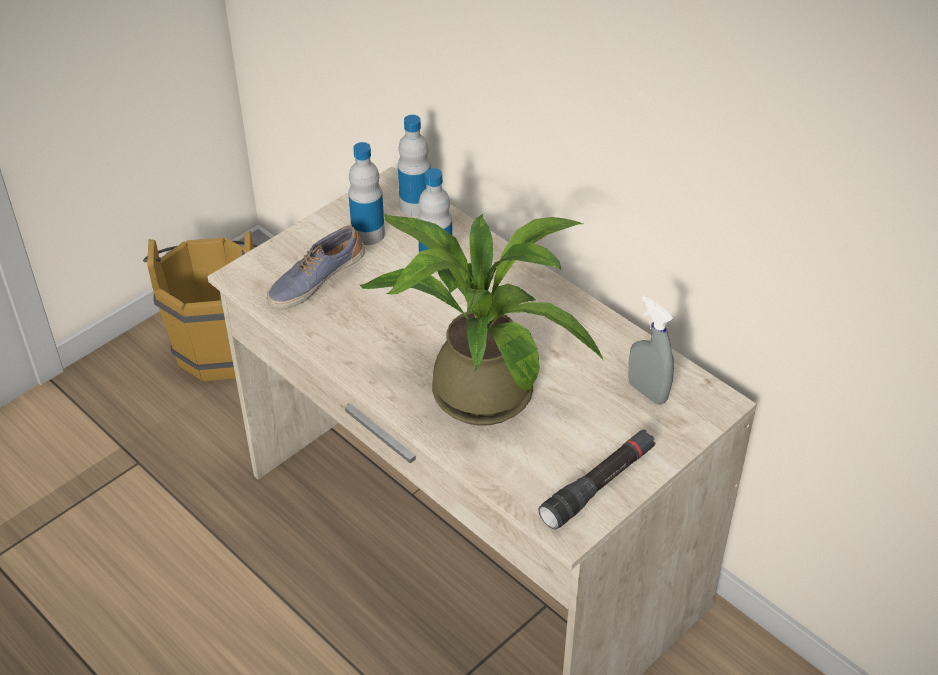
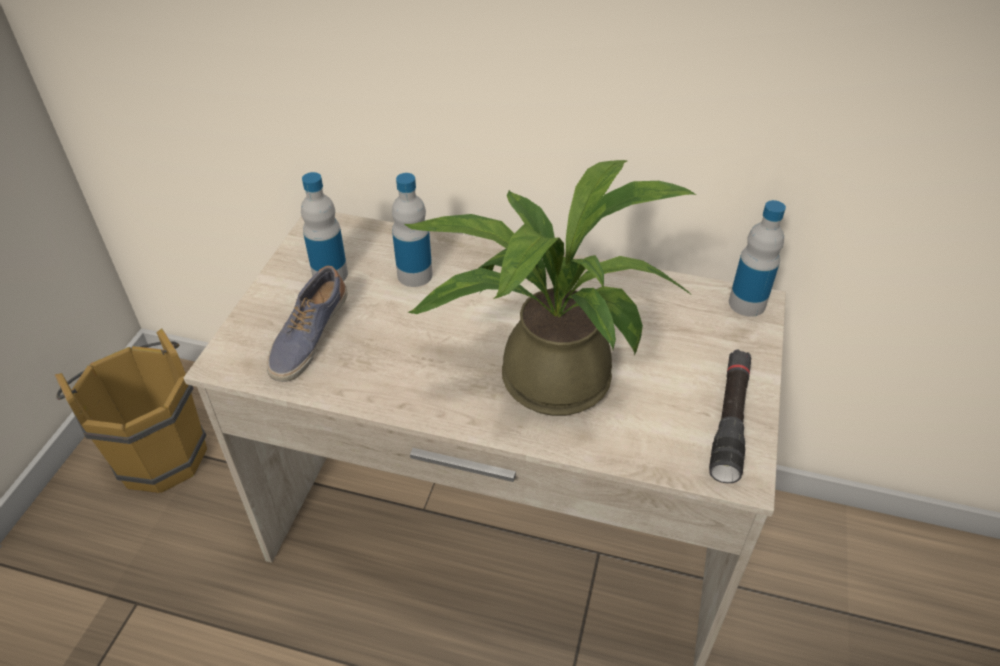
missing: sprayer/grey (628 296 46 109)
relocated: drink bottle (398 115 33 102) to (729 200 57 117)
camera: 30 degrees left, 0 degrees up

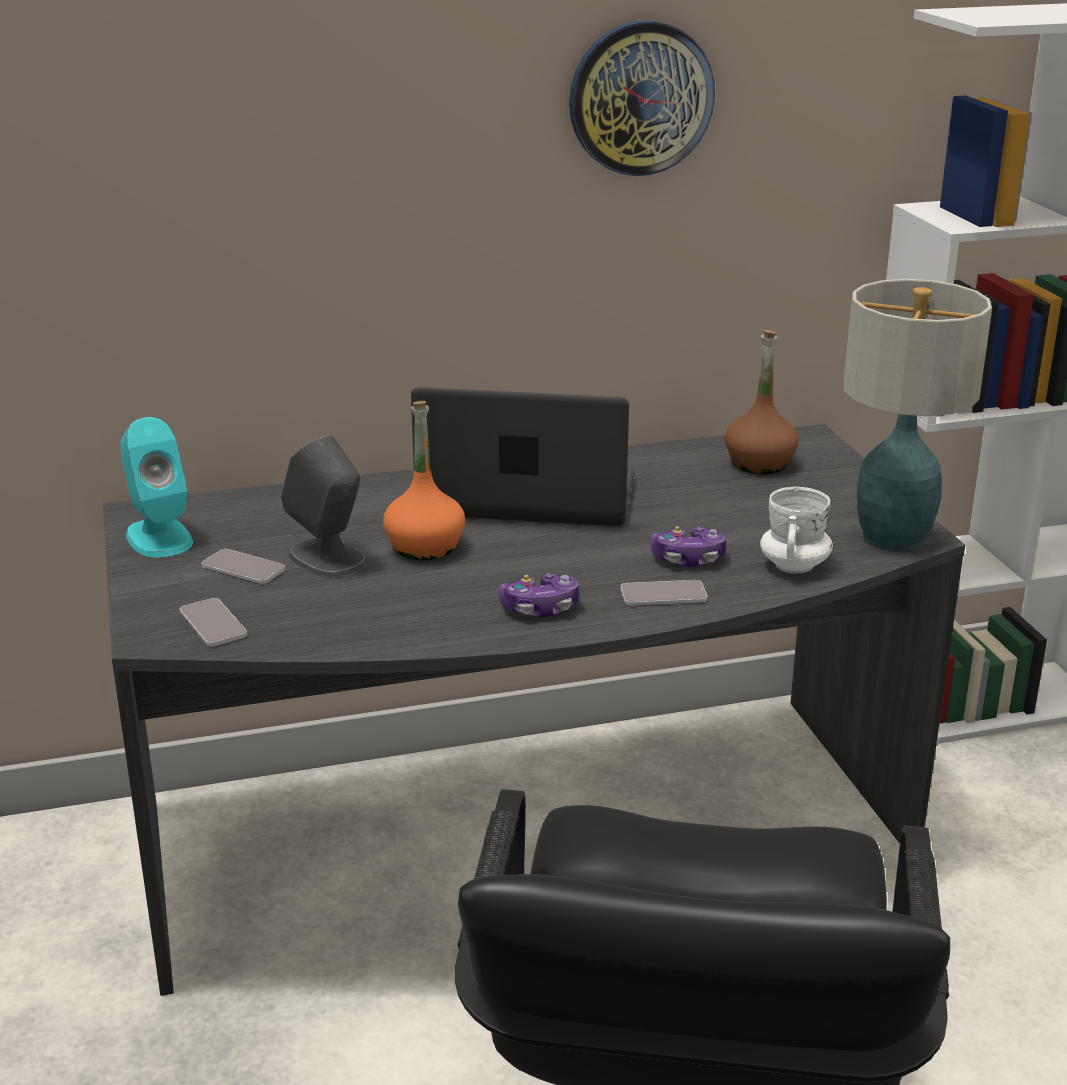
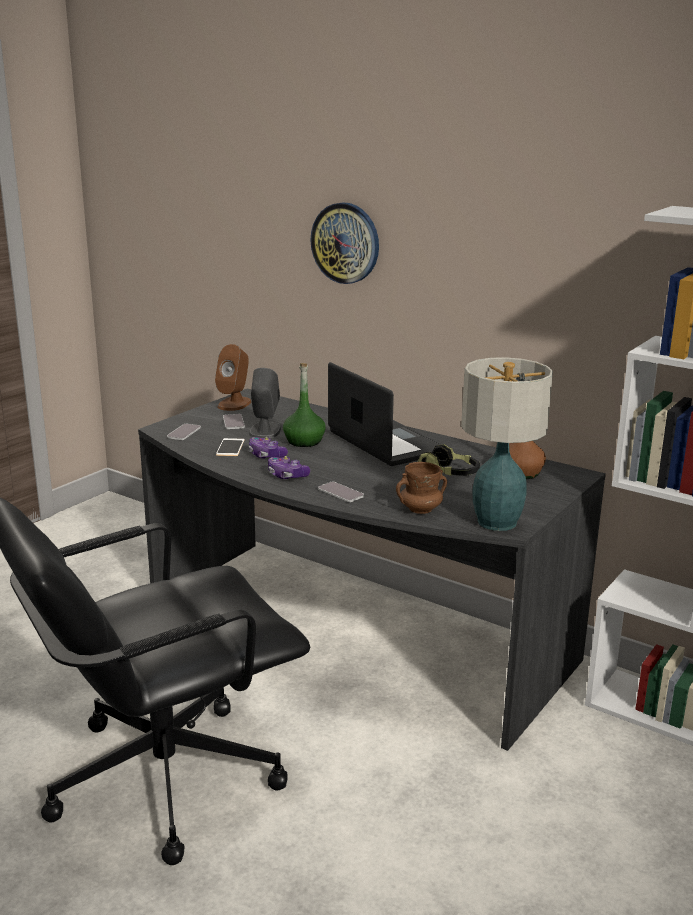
appeared: telephone (216 438 28 18); pair of headphones (417 444 63 32)
relocated: wall clock (569 20 146 156) to (311 202 68 82); game controller (650 526 76 41) to (249 437 39 21)
colour: drink bottle/orange (383 401 82 159) to drink bottle/green (283 363 43 84); loudspeaker/blue-green (121 417 72 141) to loudspeaker/brown-coloured (215 344 36 67); coffee mug/white-coloured (760 487 73 87) to coffee mug/brown-coloured (396 462 51 52)
camera: 50 degrees right, 5 degrees down

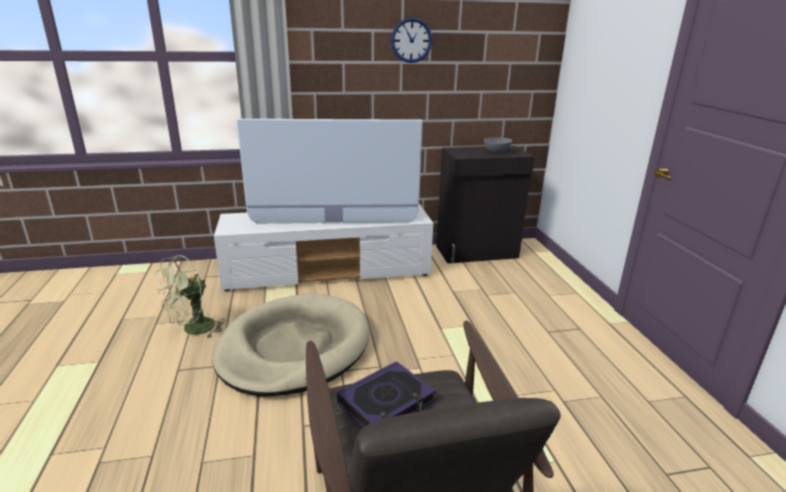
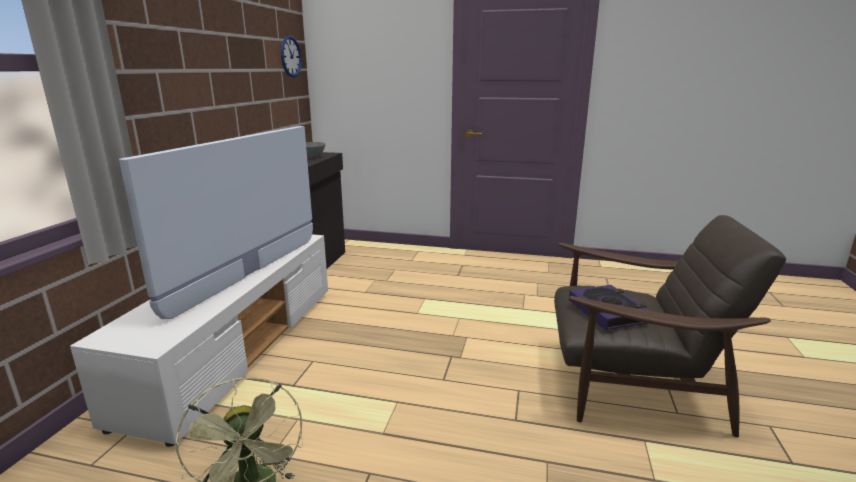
missing: dog cushion/beige (212 293 157 104)
relocated: wall clock (391 18 41 45) to (281 36 20 41)
camera: 65 degrees left, 5 degrees down

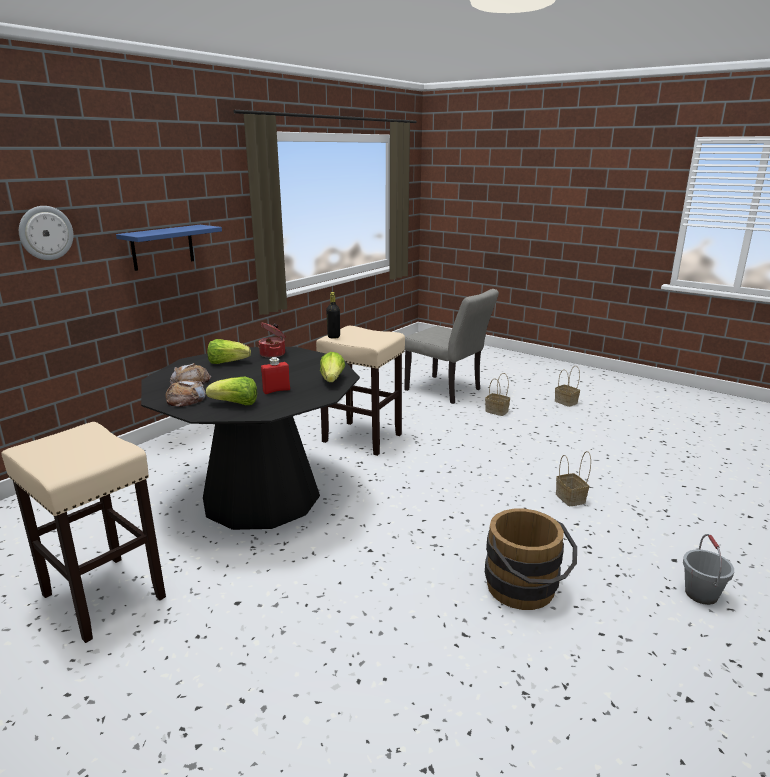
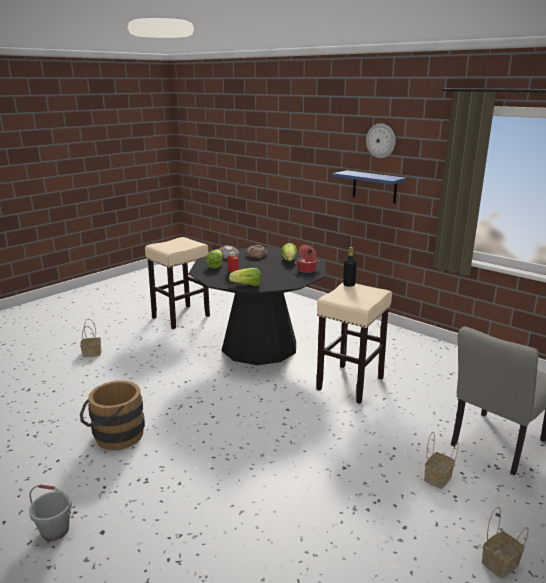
relocated: wall clock (19 206 55 54) to (366 123 30 35); household basket (556 451 35 55) to (80 319 21 38)
camera: 95 degrees right, 0 degrees up

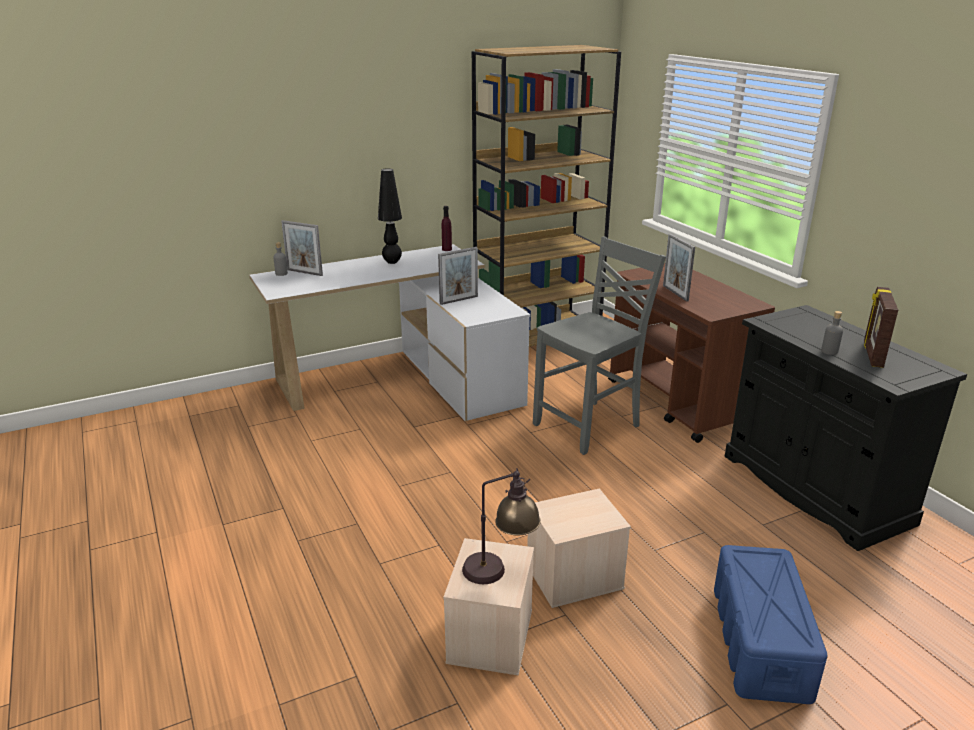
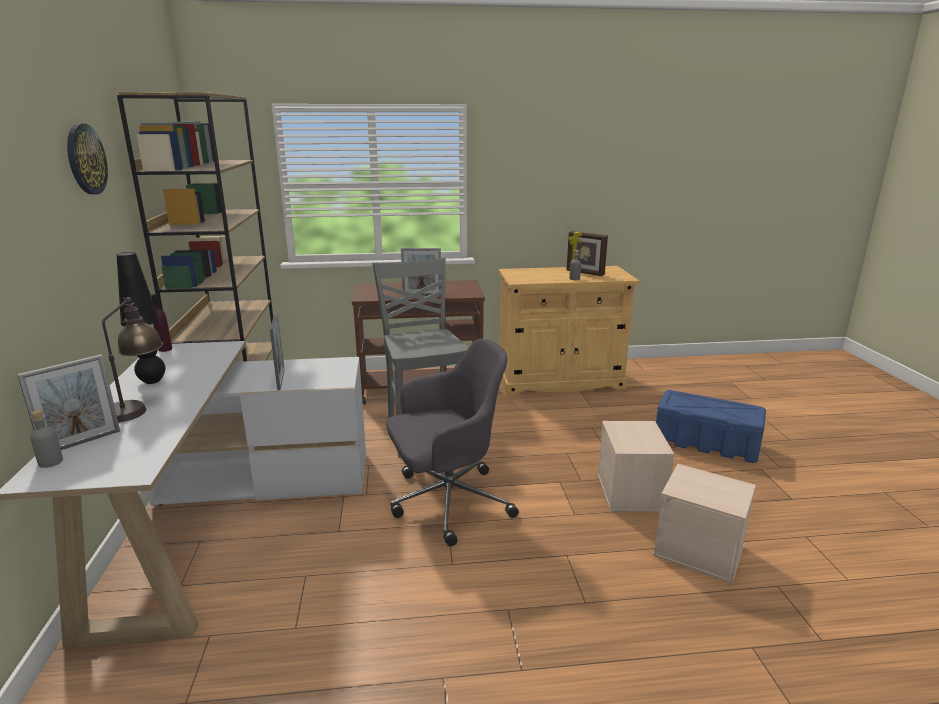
appeared: wall clock (67 124 41 71); desk chair/grey (387 338 132 208)
relocated: lamp for a table (462 468 79 116) to (102 297 61 126)
colour: storage cabinet/black-coloured (725 305 242 246) to storage cabinet/beige (498 266 142 129)
camera: 70 degrees left, 5 degrees down

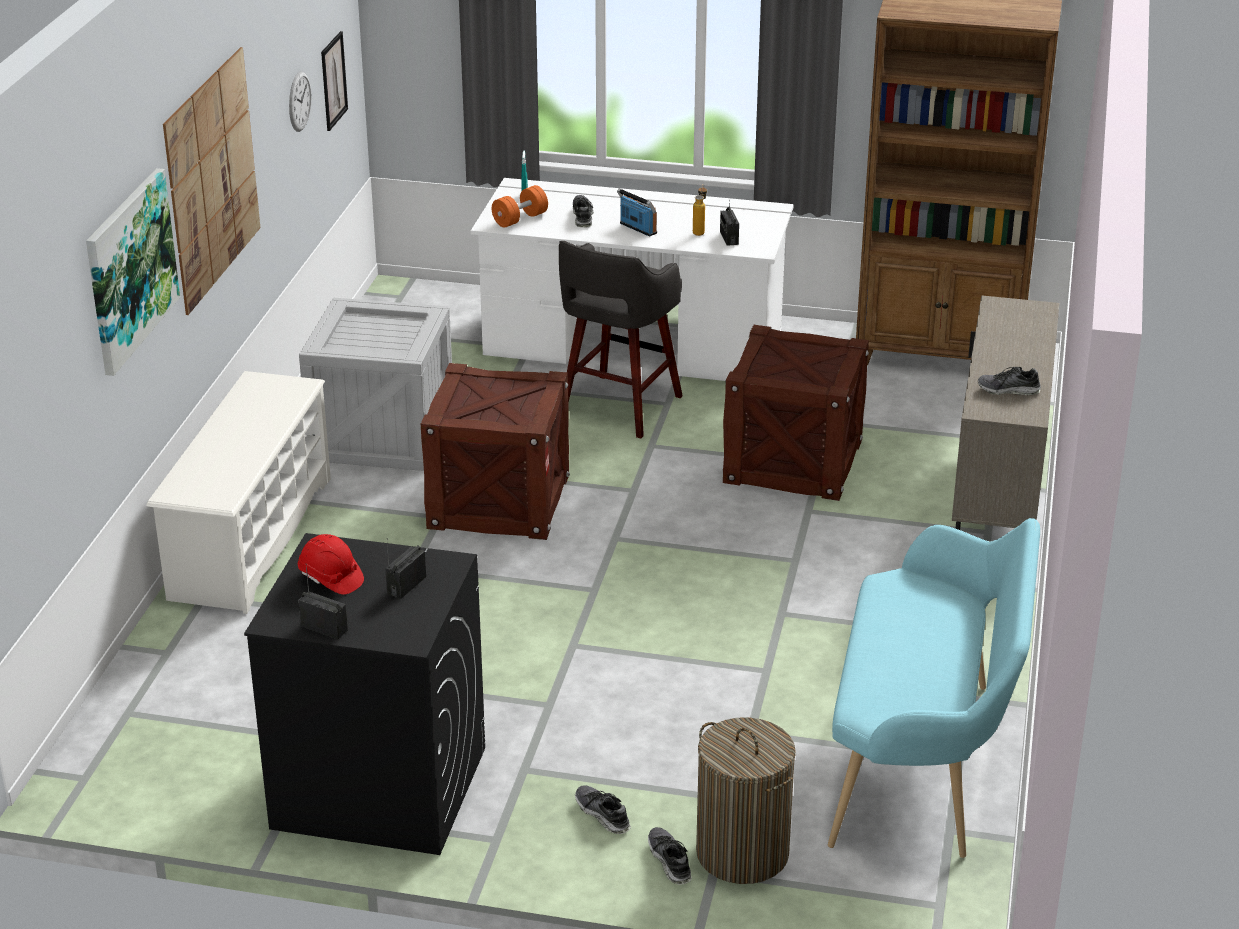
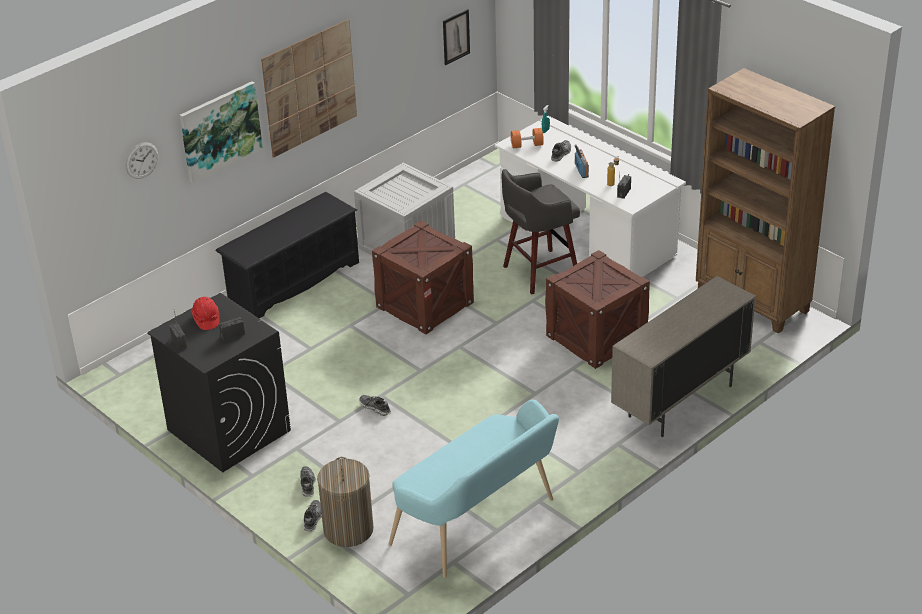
relocated: wall clock (289 71 23 61) to (126 142 32 37); item of footwear (978 367 63 28) to (359 395 32 21)
colour: shoe shelf/white-coloured (147 371 184 243) to shoe shelf/black-coloured (216 192 143 126)
camera: 35 degrees right, 5 degrees up

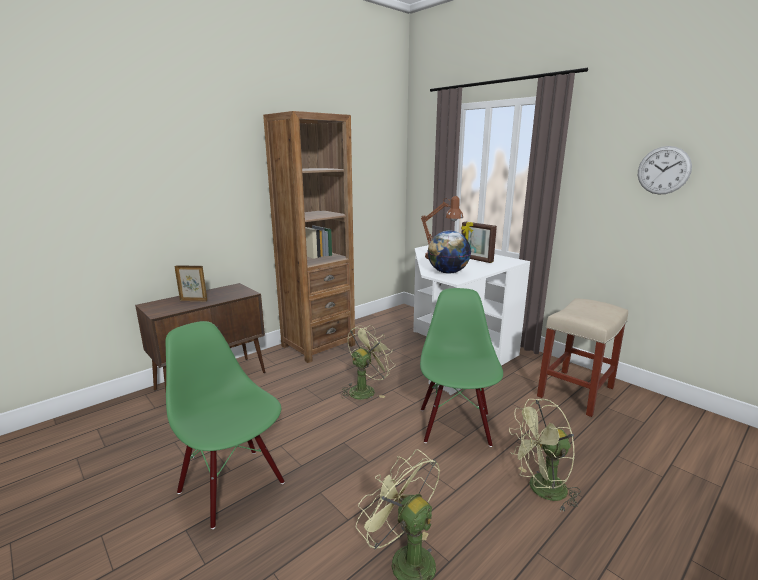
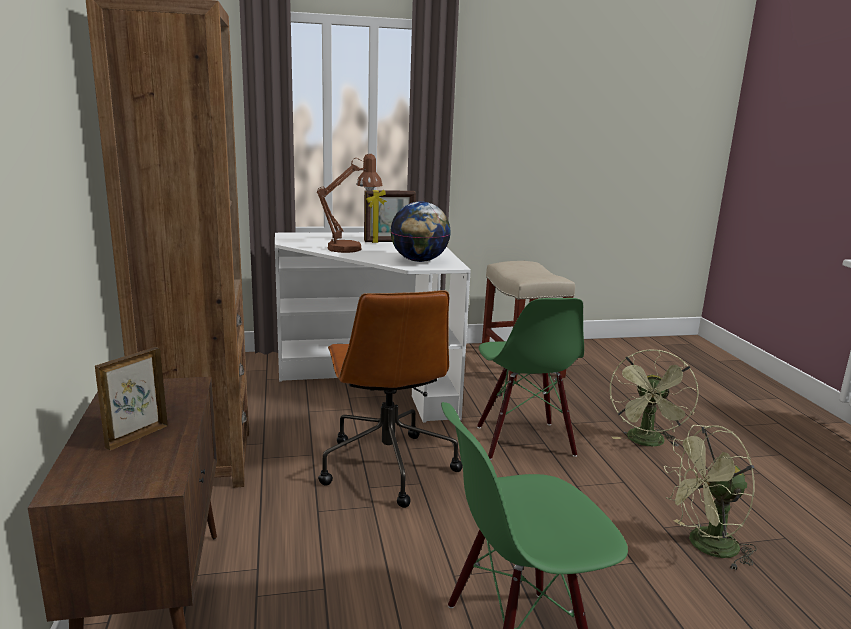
missing: wall clock (638 146 54 48)
exchanged: cooling fan/green (341 325 53 74) to desk chair/brown-coloured (318 290 145 218)
spun: upright chair/green (420 288 83 159) = (477 298 107 162) 135 degrees counterclockwise
camera: 60 degrees left, 0 degrees up

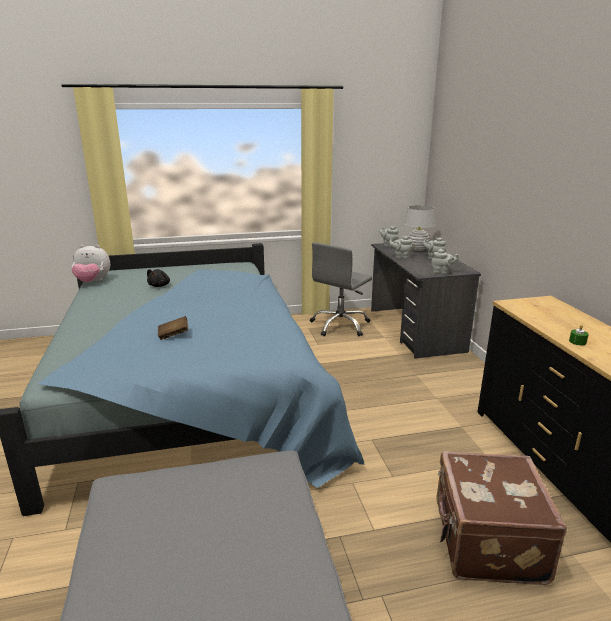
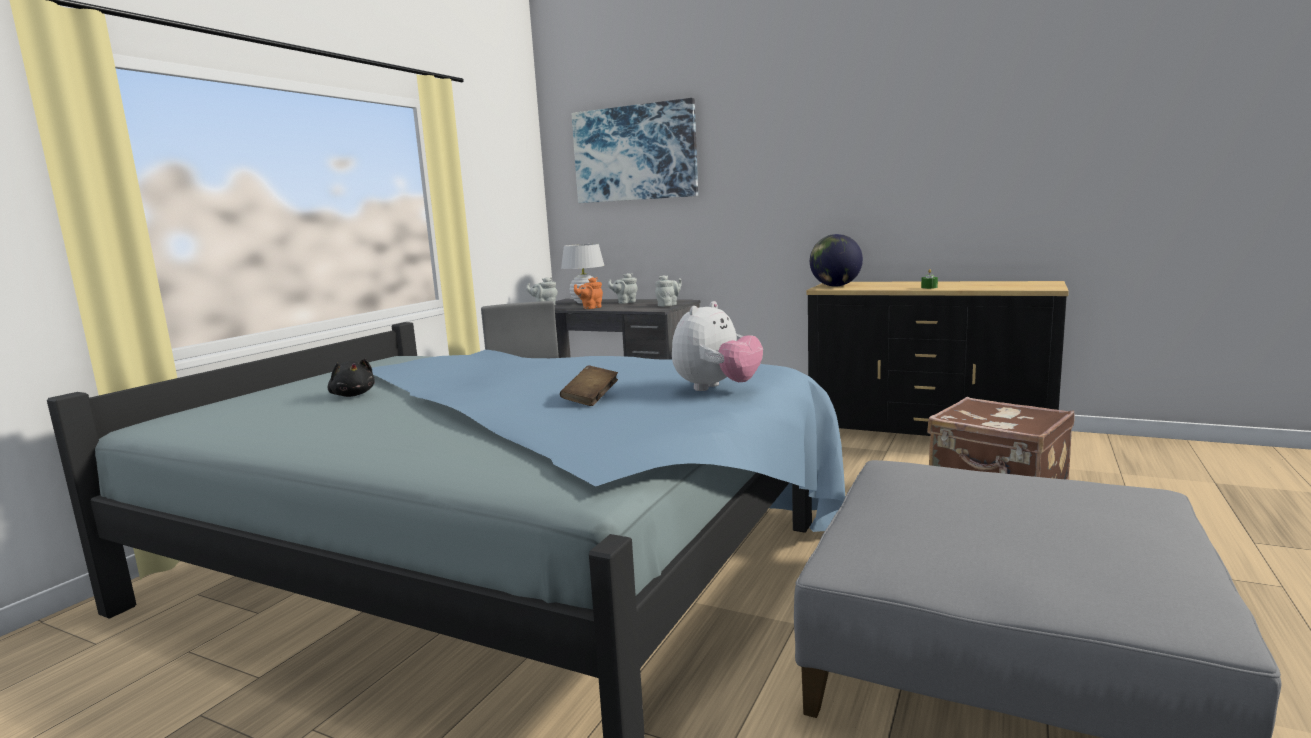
appeared: wall art (572 98 126 105); globe (810 234 53 53)
relocated: soft toy (71 245 39 38) to (672 301 91 90)
colour: teapot/grey (389 236 24 23) to teapot/orange (574 277 29 32)
camera: 50 degrees left, 10 degrees down

